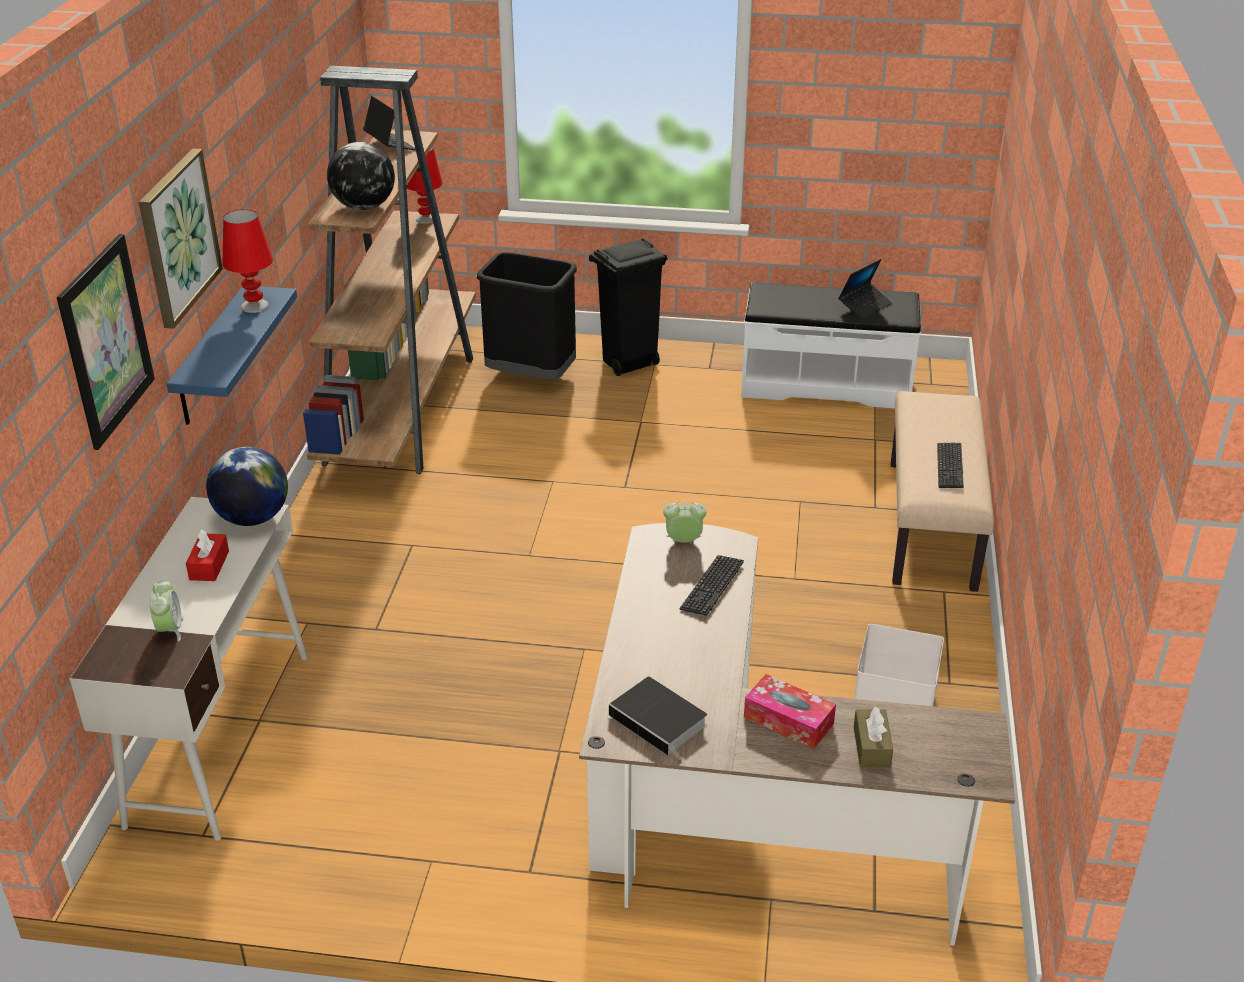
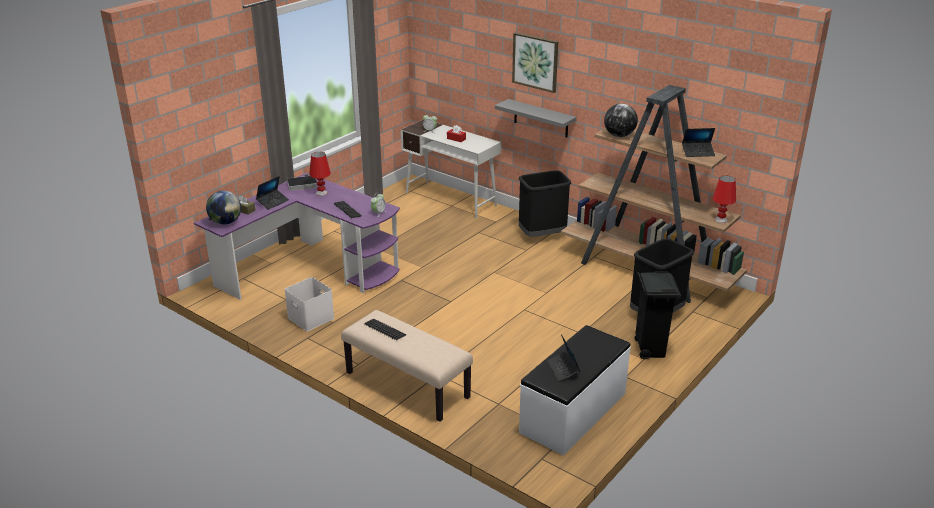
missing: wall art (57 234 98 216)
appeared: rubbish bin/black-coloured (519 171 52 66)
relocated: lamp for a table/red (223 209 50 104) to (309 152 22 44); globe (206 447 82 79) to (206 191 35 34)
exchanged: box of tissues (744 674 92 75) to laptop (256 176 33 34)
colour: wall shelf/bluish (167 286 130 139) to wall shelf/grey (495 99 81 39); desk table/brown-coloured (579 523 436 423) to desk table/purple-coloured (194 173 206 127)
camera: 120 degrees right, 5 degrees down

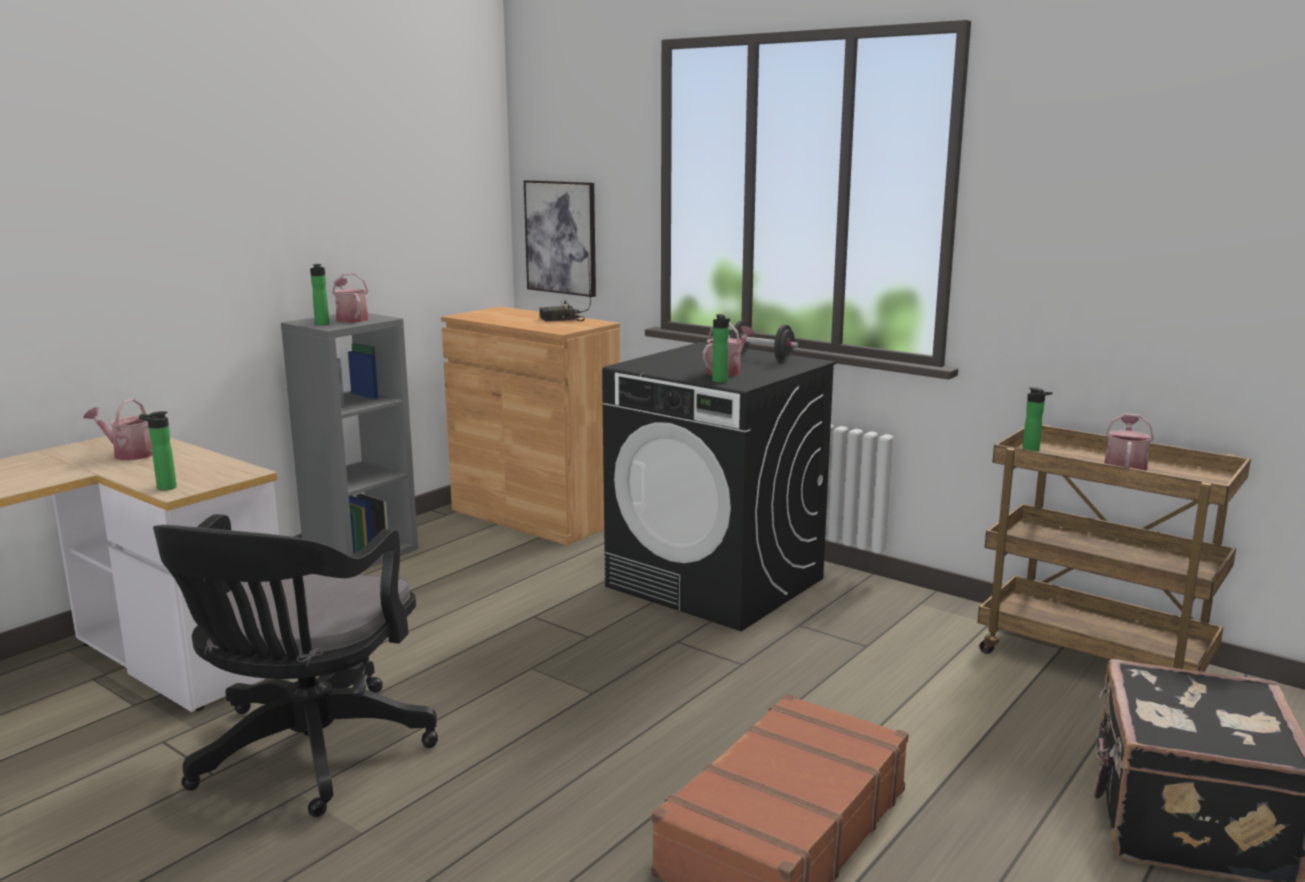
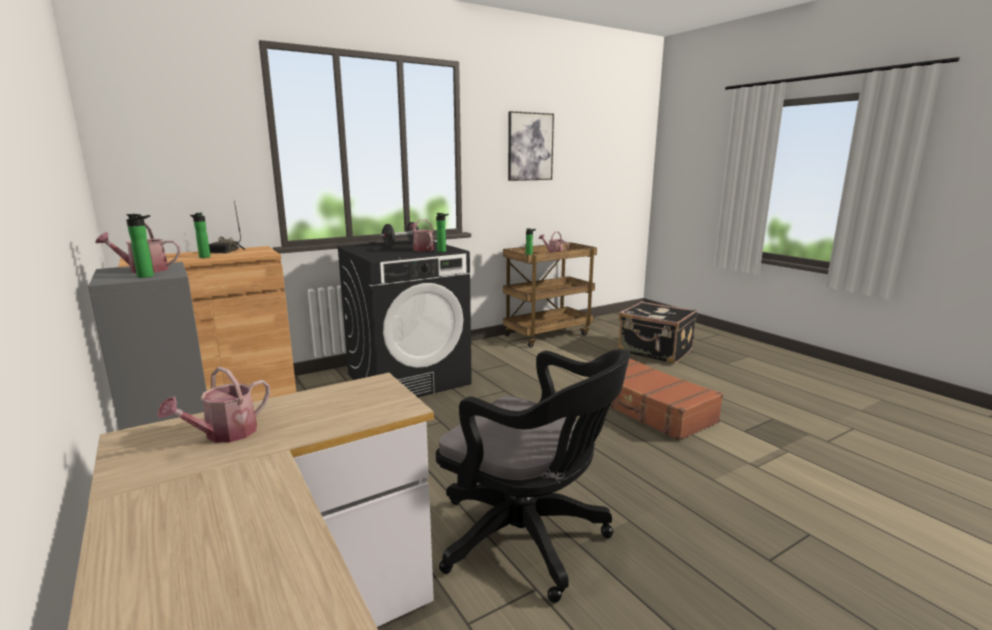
relocated: wall art (524 180 72 117) to (508 111 46 70); drink bottle (139 411 38 80) to (190 213 21 45)
camera: 70 degrees left, 0 degrees up

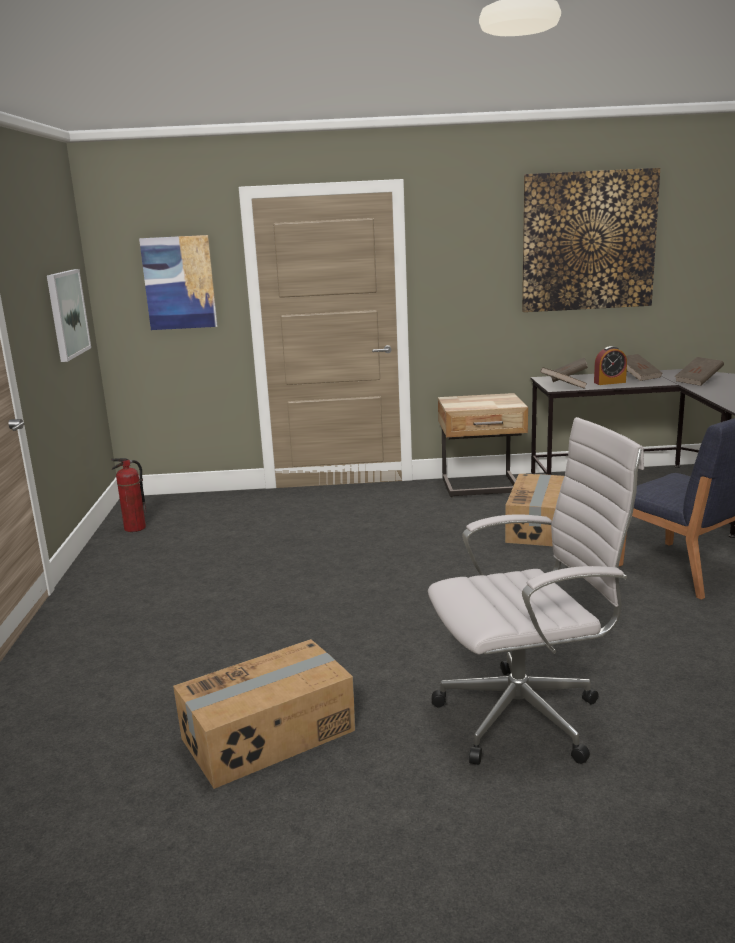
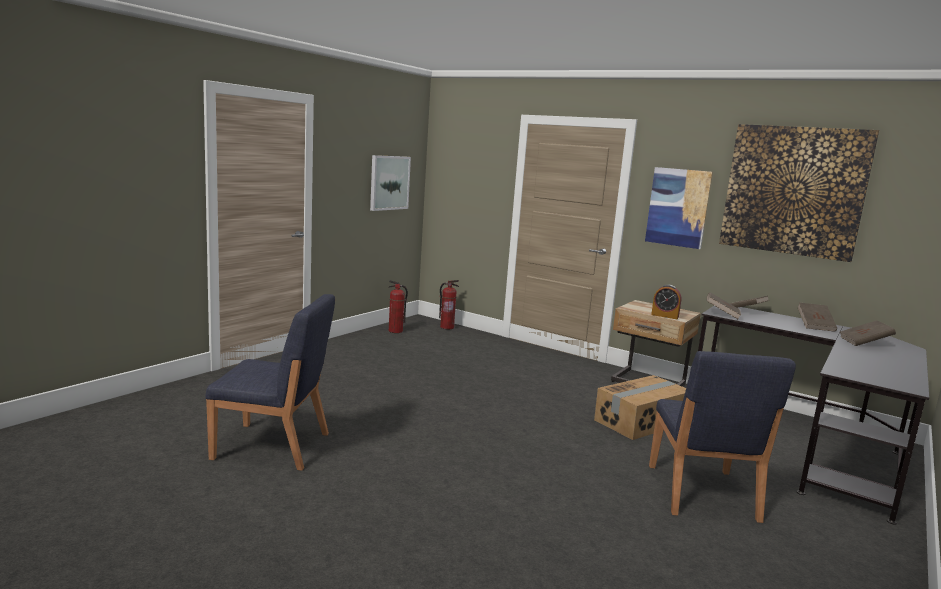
missing: desk chair/white-coloured (428 417 216 348)
appeared: extinguisher (439 280 20 50)
relocated: wall art (139 235 78 95) to (645 167 68 82); table clock (594 346 33 39) to (651 285 30 34)
exchanged: carton (173 639 182 150) to upright chair/bluish (205 294 130 177)
camera: 35 degrees right, 5 degrees down

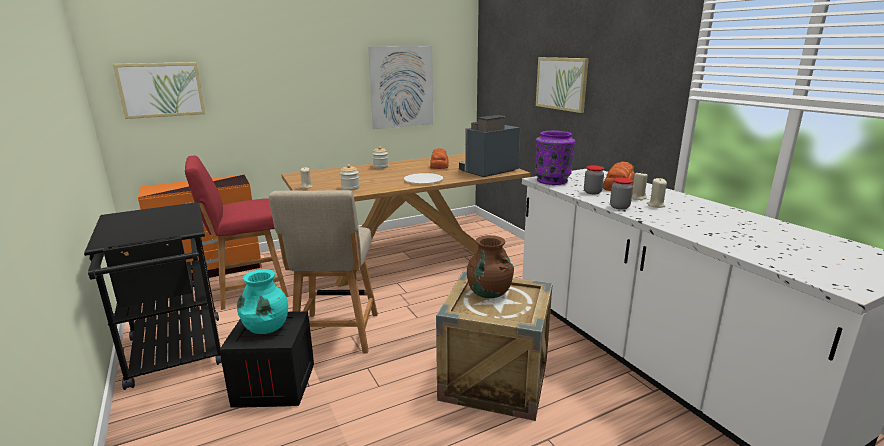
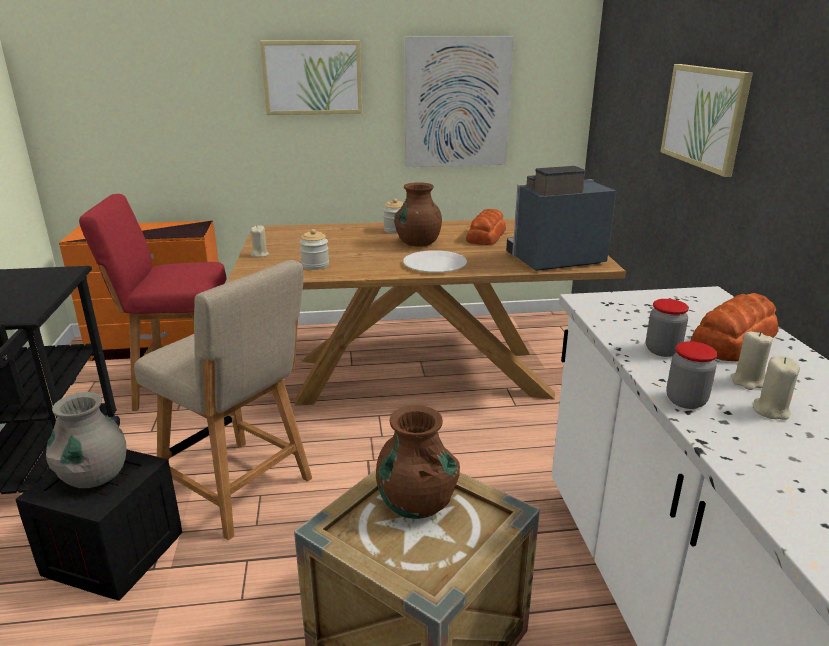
missing: vase/purple-coloured (535 131 40 54)
appeared: vase/brown-coloured (394 182 48 65)
relocated: wall art (113 62 92 57) to (260 40 102 75)
colour: vase/blue-green (237 269 51 65) to vase/grey (46 392 80 96)
spun: upright chair/beige (269 190 109 164) = (134 260 178 280) 75 degrees counterclockwise
camera: 20 degrees right, 5 degrees up

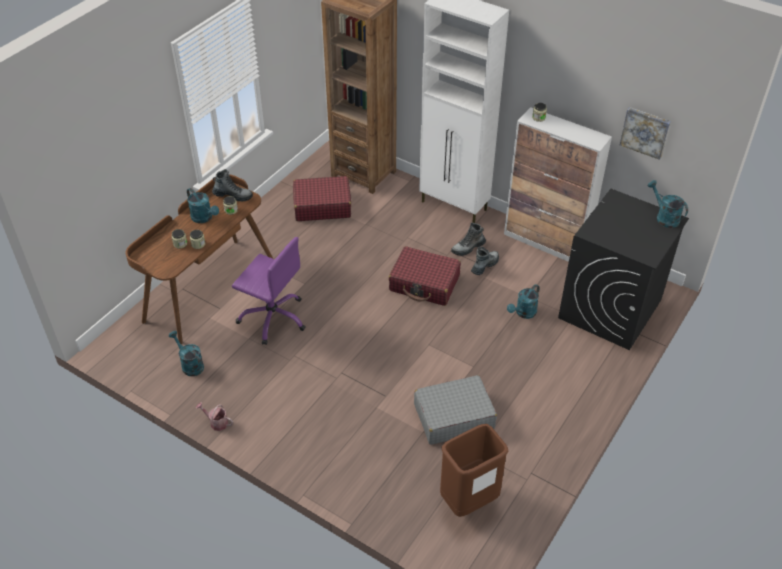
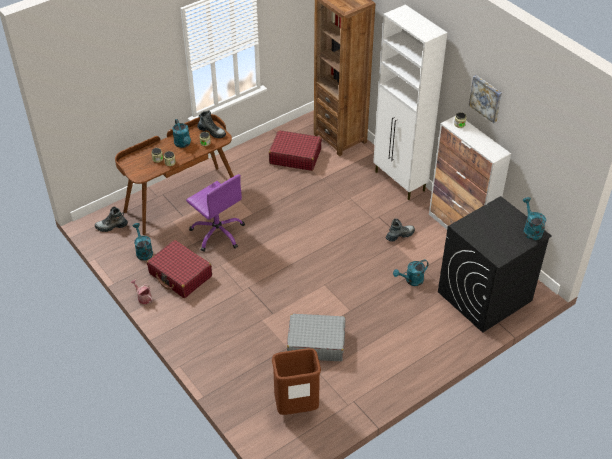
relocated: wall art (620 107 51 53) to (469 75 33 48); boot (451 223 35 33) to (95 206 33 26); suitcase/red (389 246 72 60) to (147 240 65 58)
camera: 20 degrees right, 0 degrees up

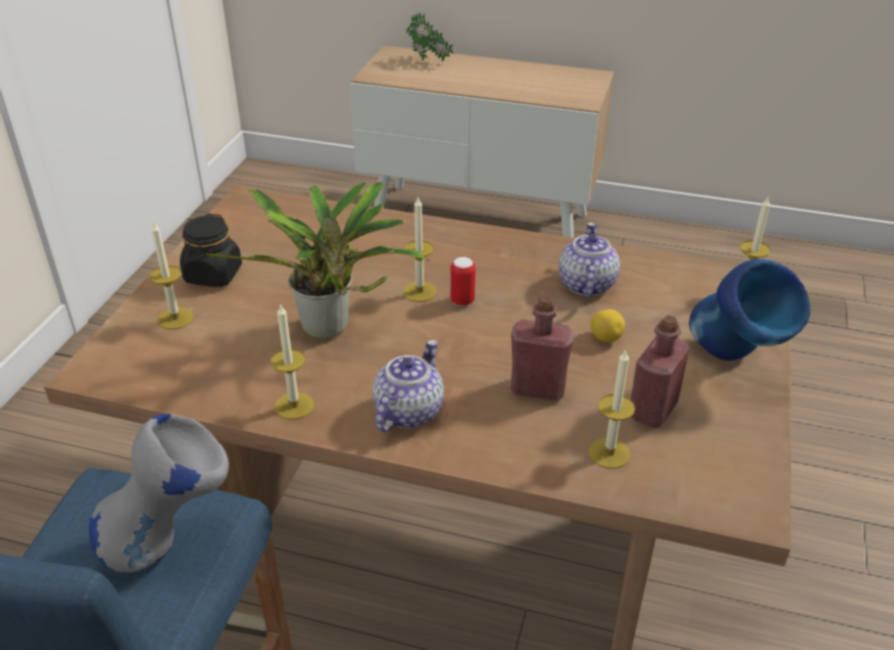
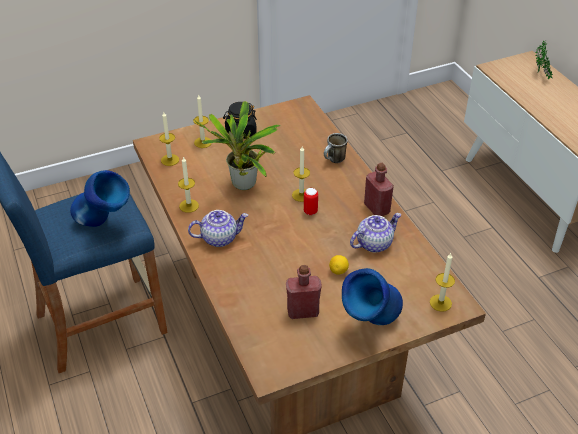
appeared: coffee mug (324 133 24 30)
relocated: drink bottle/red (511 296 63 105) to (364 163 30 53); wax light (588 349 47 120) to (159 112 20 54)
colour: vase/grey (89 414 140 159) to vase/bluish (70 170 60 57)
camera: 50 degrees right, 5 degrees up

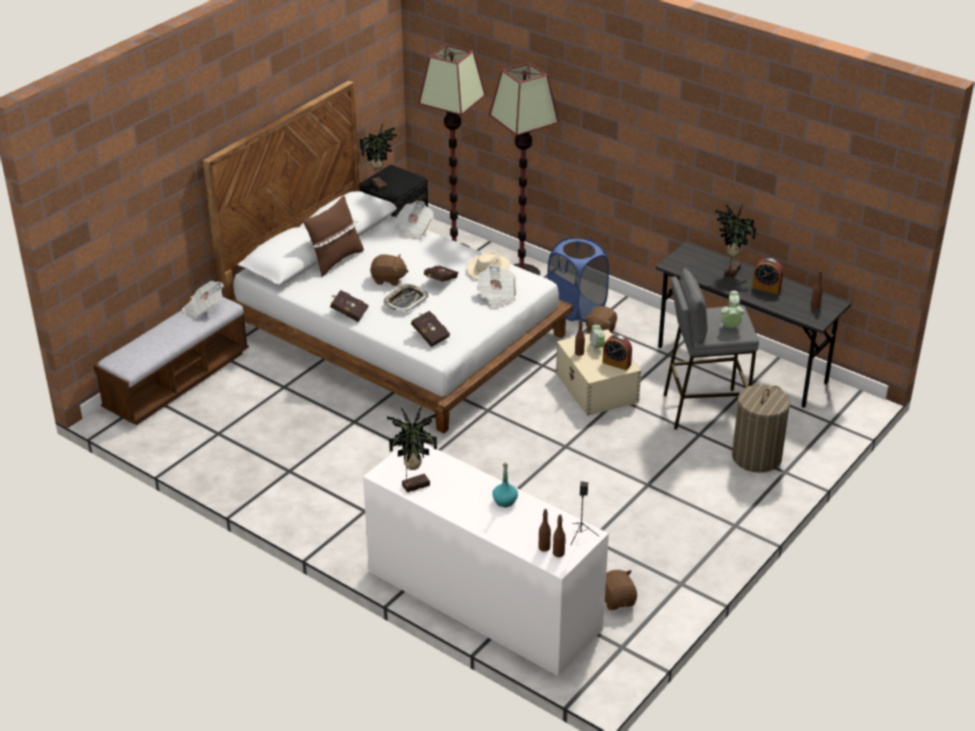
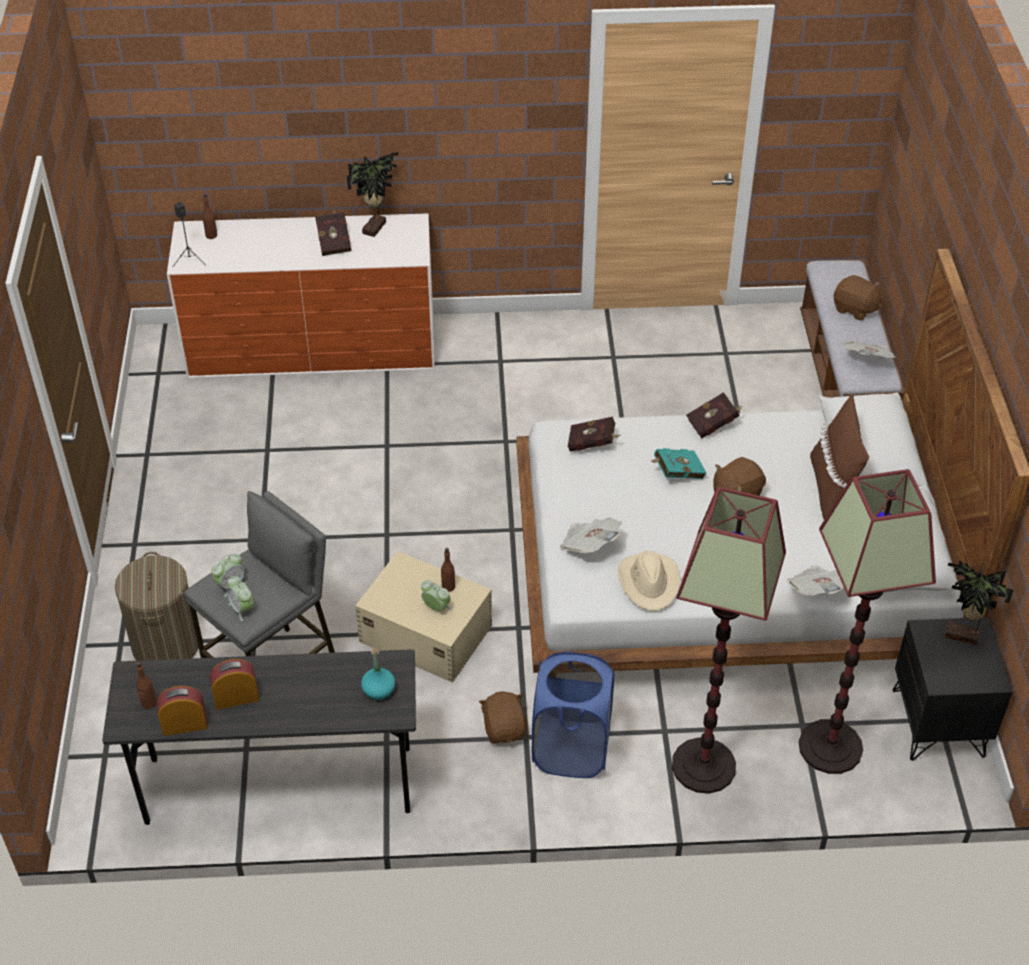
missing: houseplant (715 204 41 74); drink bottle/brown-coloured (553 515 13 42)
relocated: bound book/red (424 266 34 16) to (315 211 36 45); table clock (602 334 30 36) to (157 686 51 50); drink bottle/blue-green (492 462 26 45) to (361 648 34 53); soft toy/brown-coloured (605 570 32 40) to (834 275 48 46)
exchanged: serving tray (384 284 44 28) to bound book/blue-green (650 448 57 31)
camera: 140 degrees right, 10 degrees up

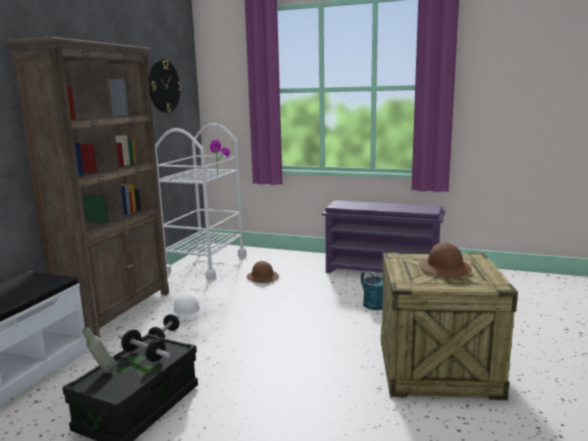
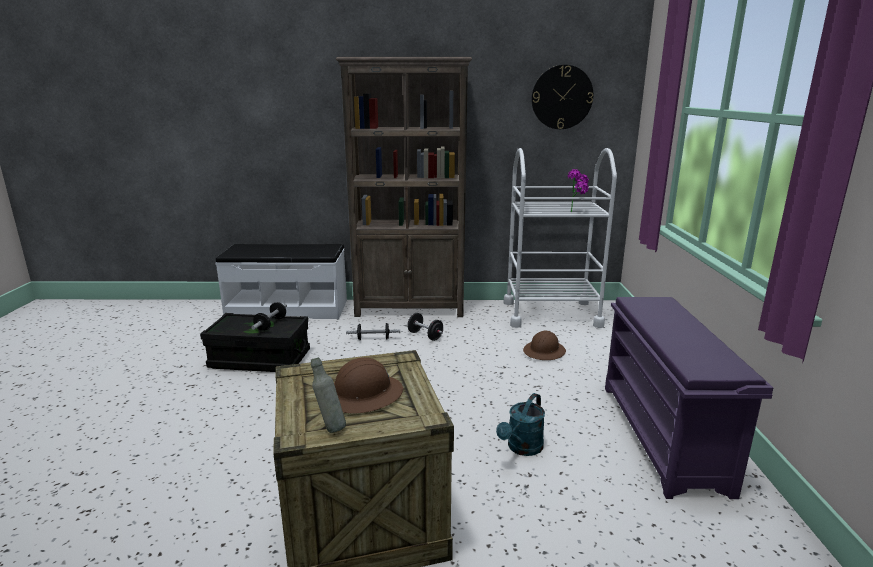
relocated: drink bottle/grey (82 327 33 45) to (311 357 35 76)
exchanged: safety helmet/white-coloured (168 293 38 28) to dumbbell/black-coloured (408 313 35 28)
camera: 70 degrees right, 5 degrees up

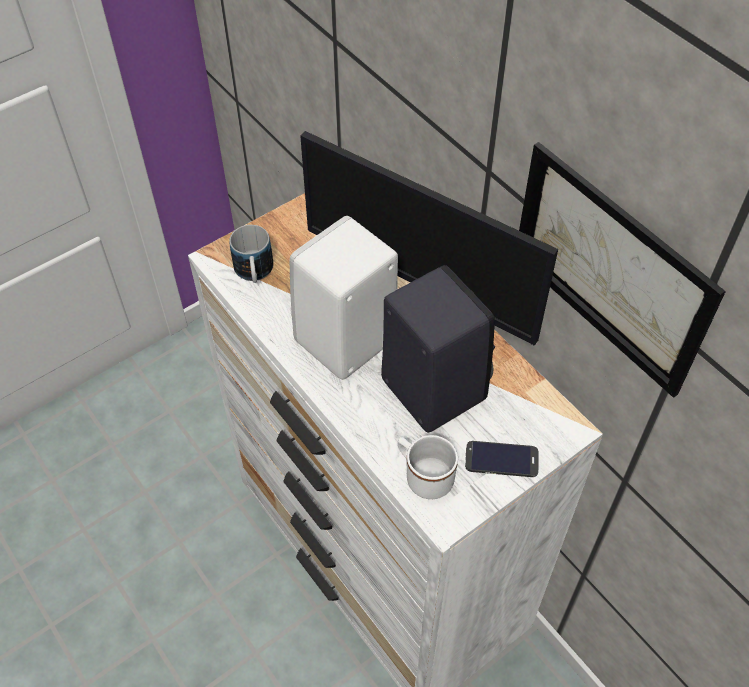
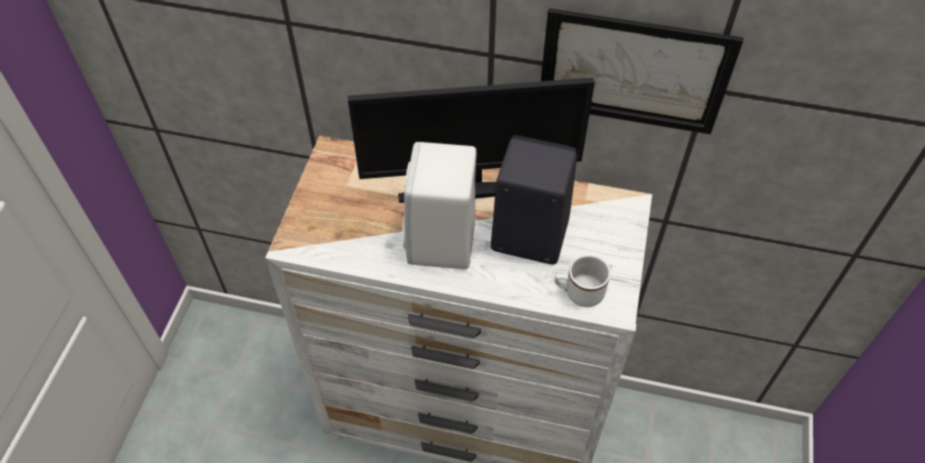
missing: coffee mug (229 225 44 58); telephone (465 441 74 36)
camera: 40 degrees left, 0 degrees up

